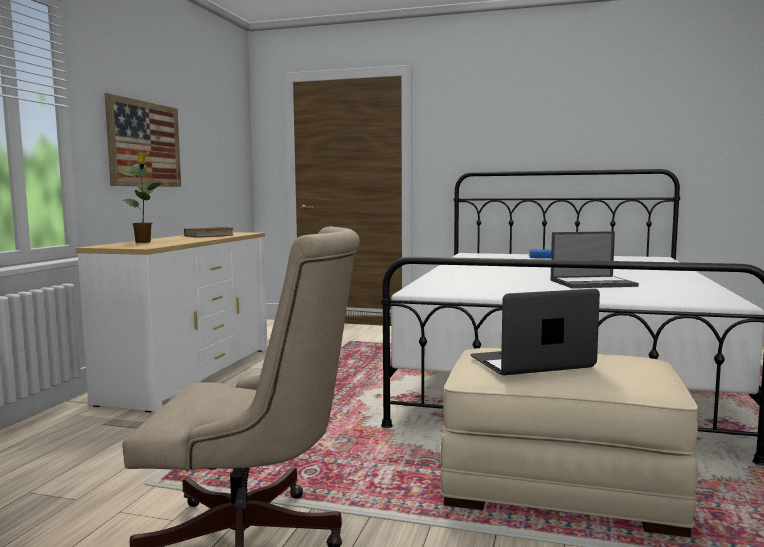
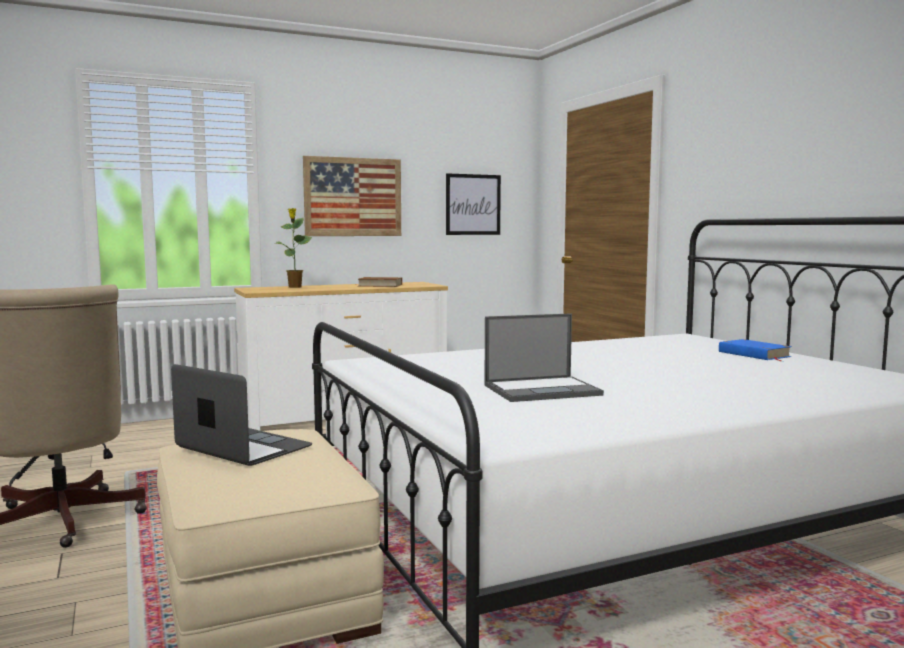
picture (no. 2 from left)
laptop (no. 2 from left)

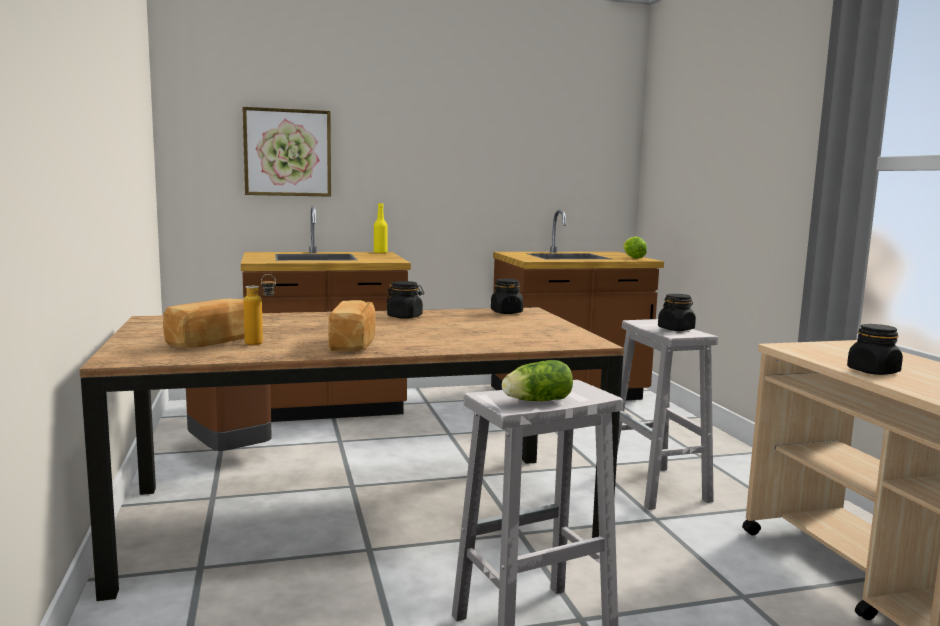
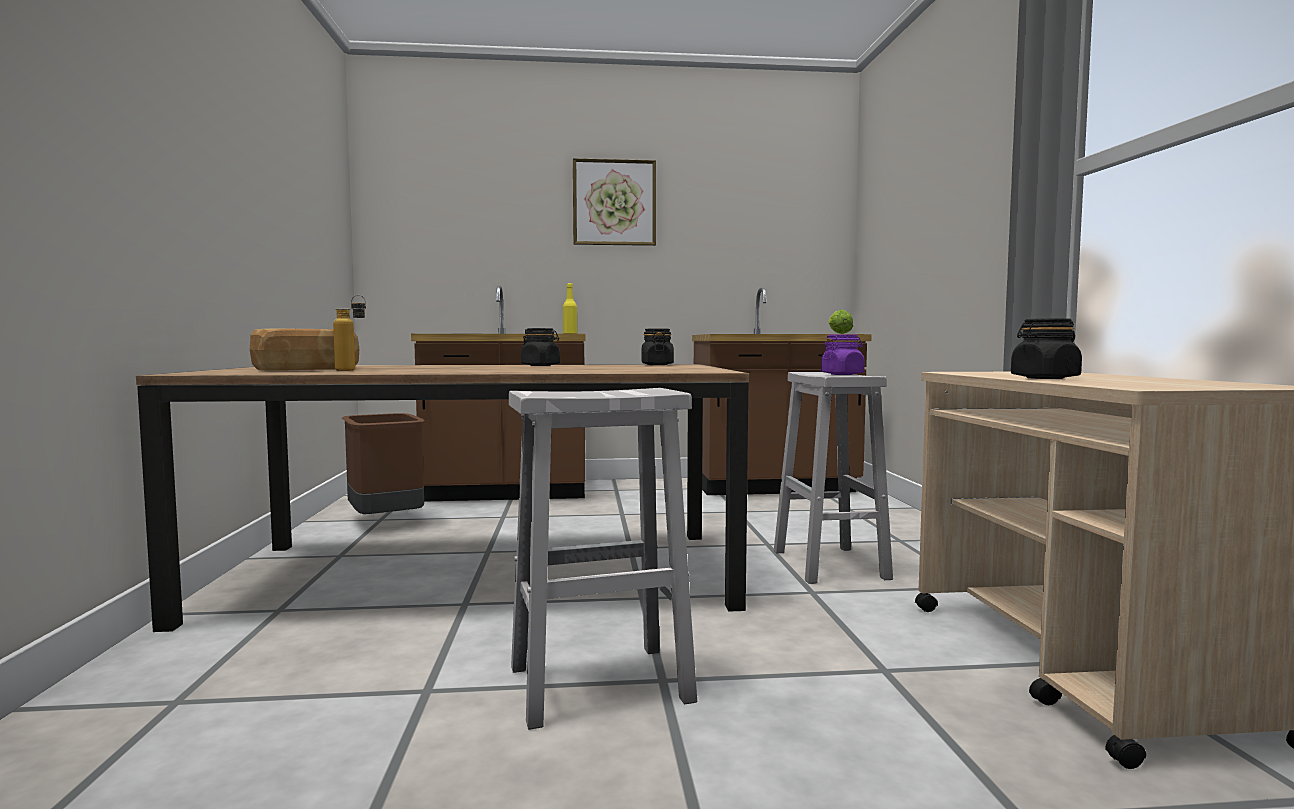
picture
storage jar (purplish)
baked bread (no. 2 from left in the first image)
lettuce head (no. 1 from left in the first image)

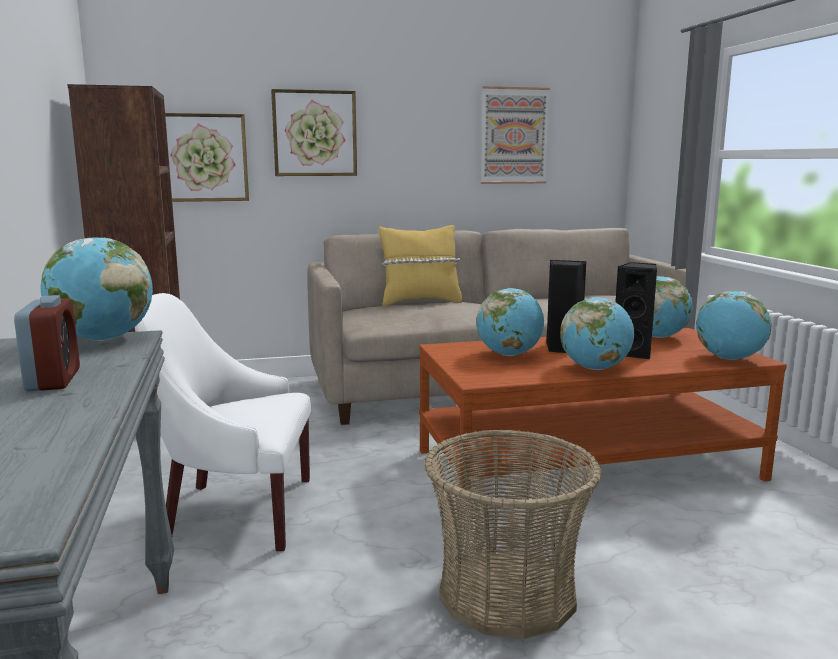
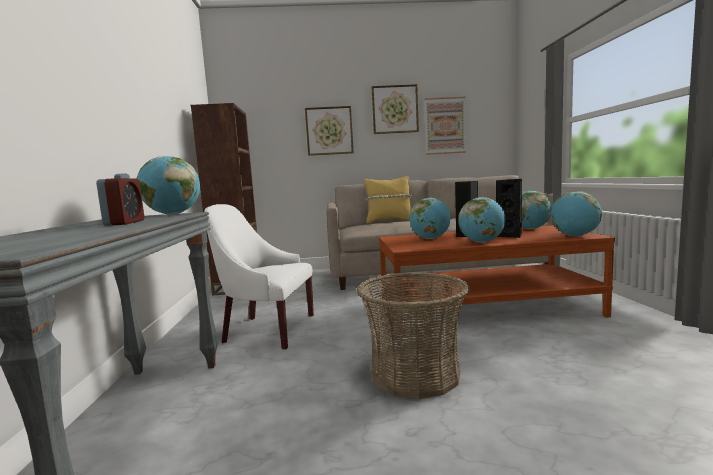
picture (no. 2 from left)

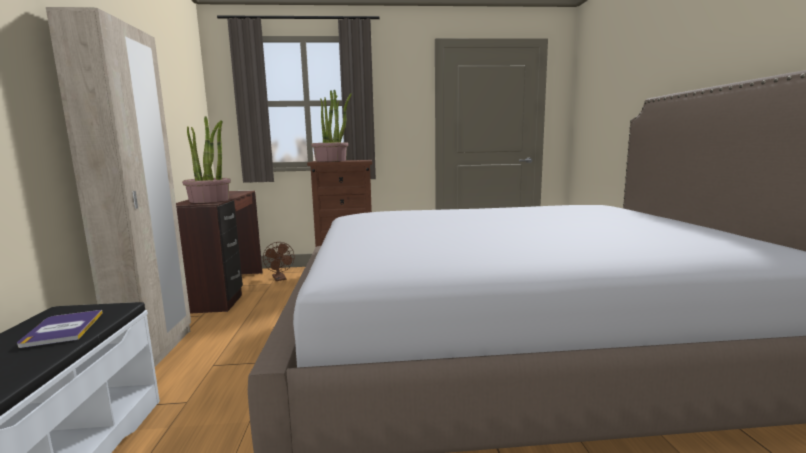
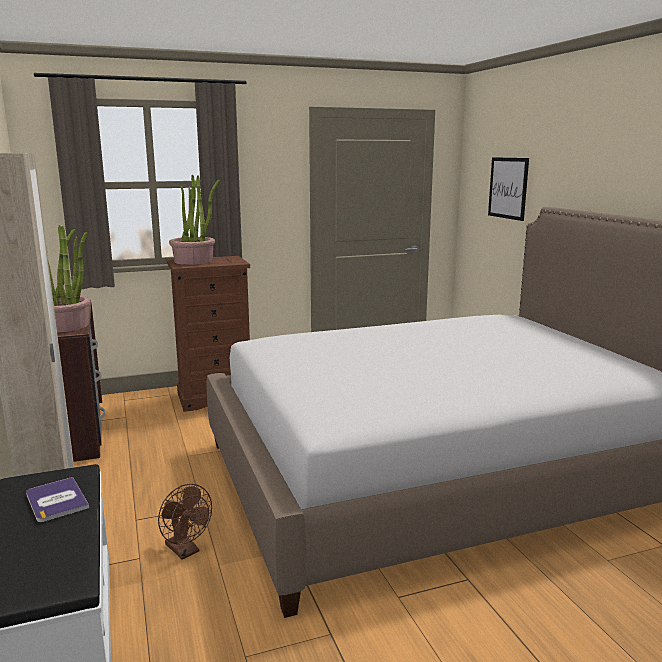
cooling fan (brown)
picture

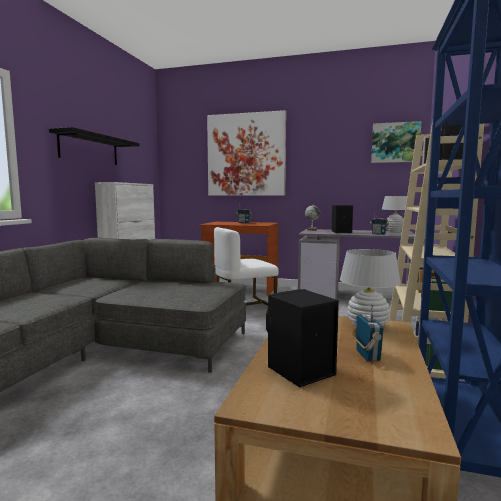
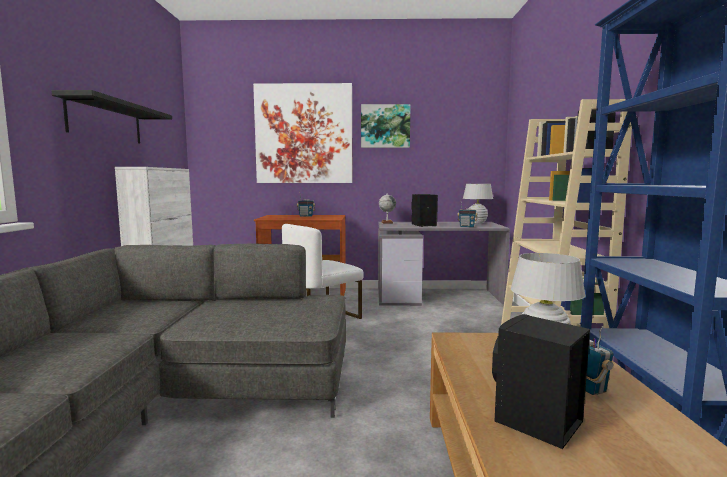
picture (no. 2 from left)

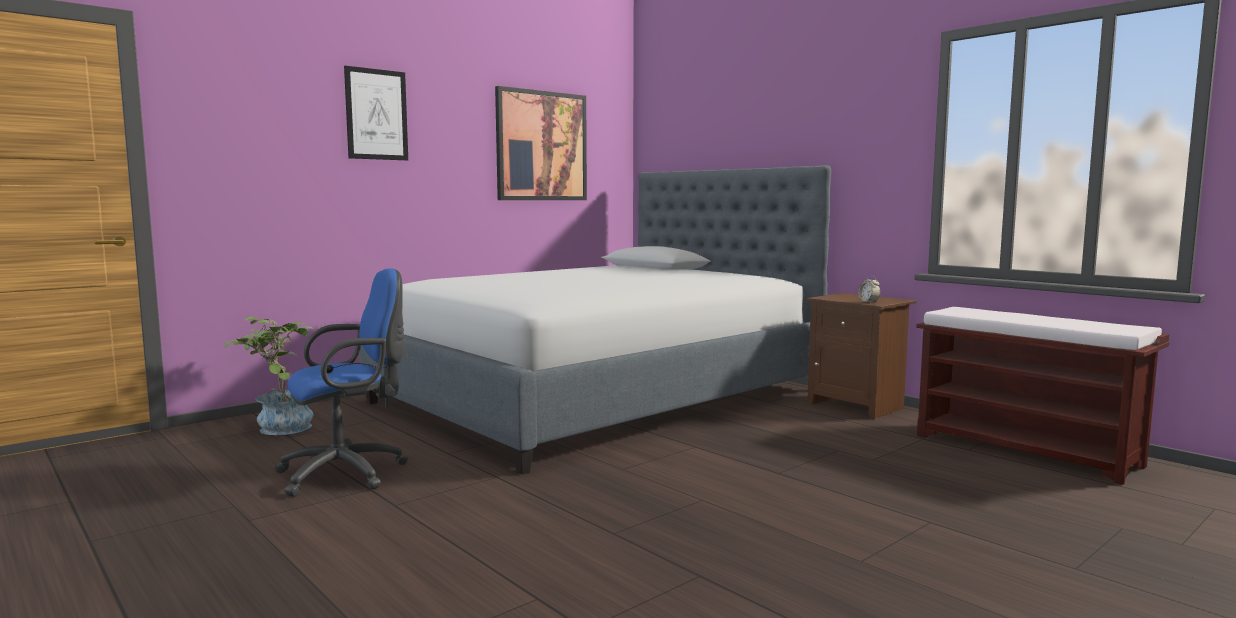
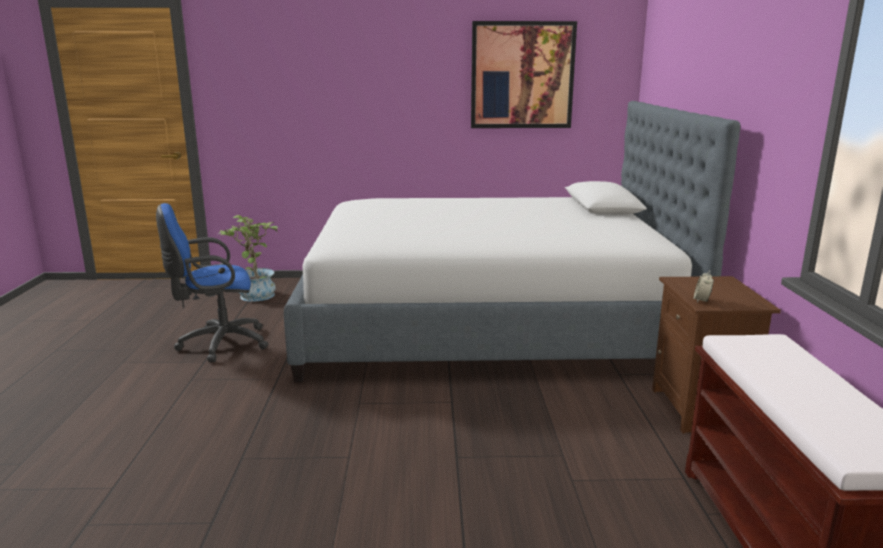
computer chair (bluish)
picture (no. 1 from left in the first image)

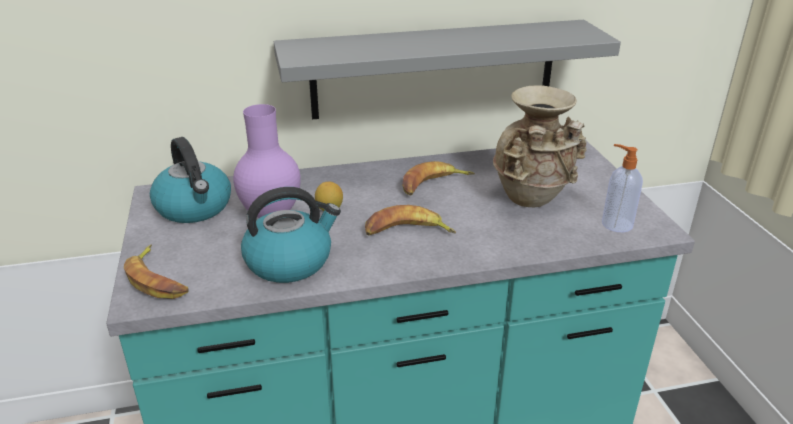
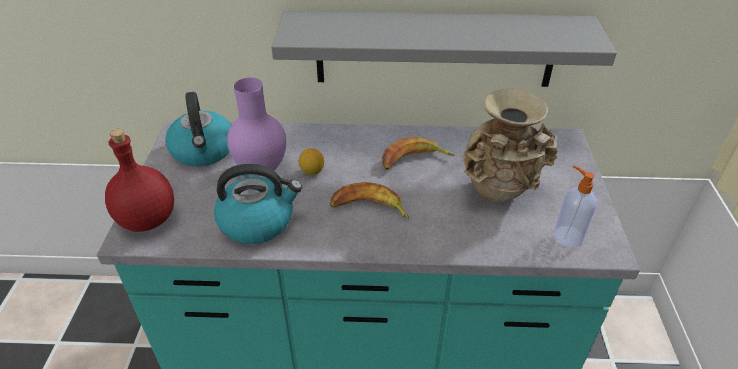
bottle (reddish)

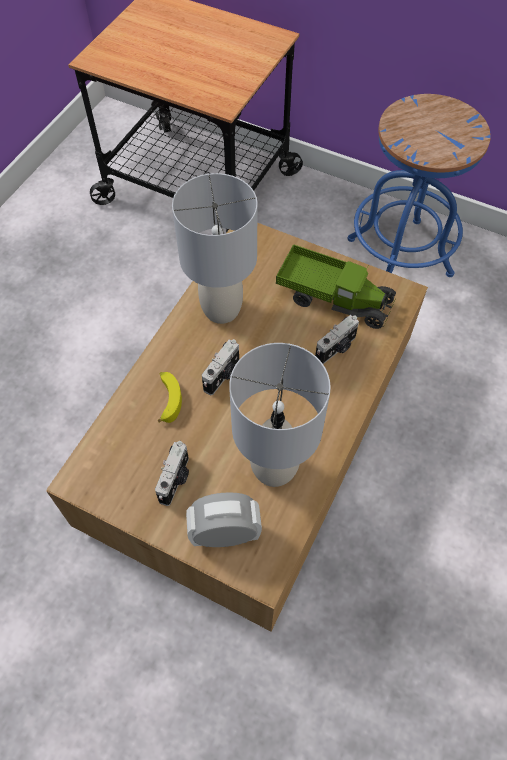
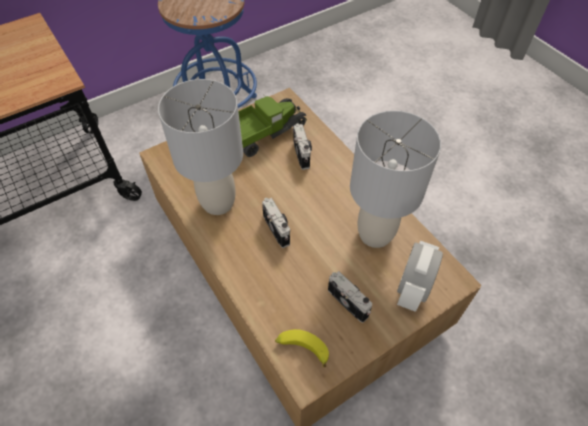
banana

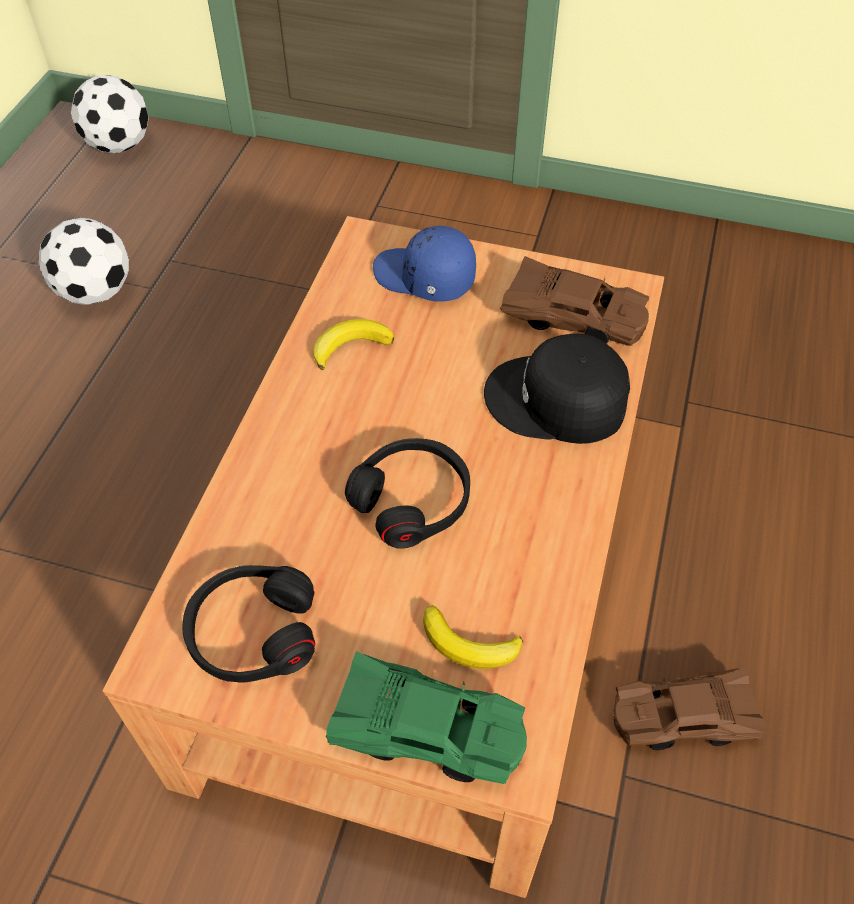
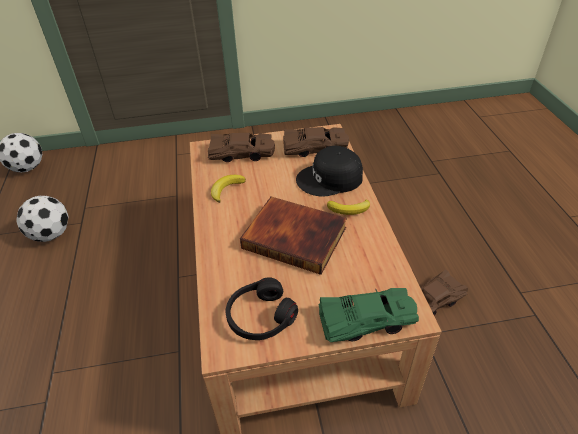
model car (brown) (no. 1 from left)
bound book
banana (no. 2 from left)

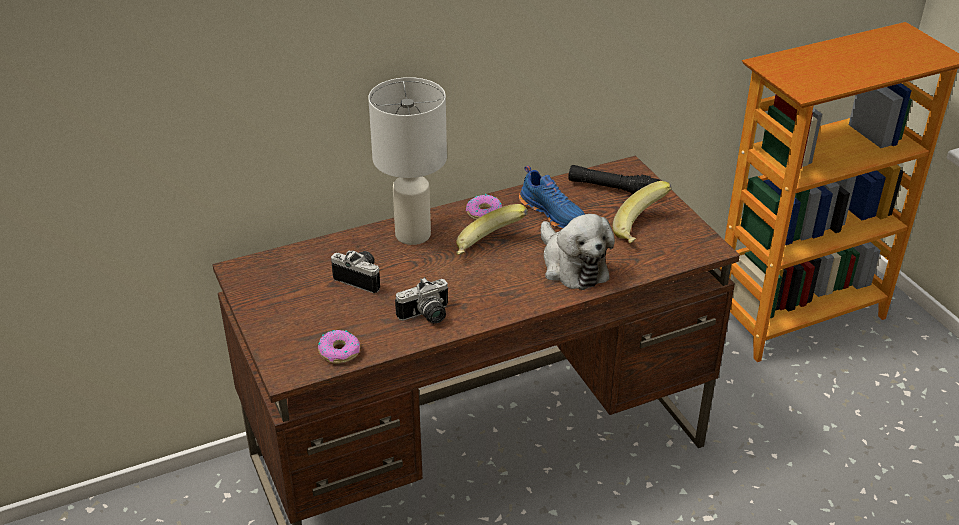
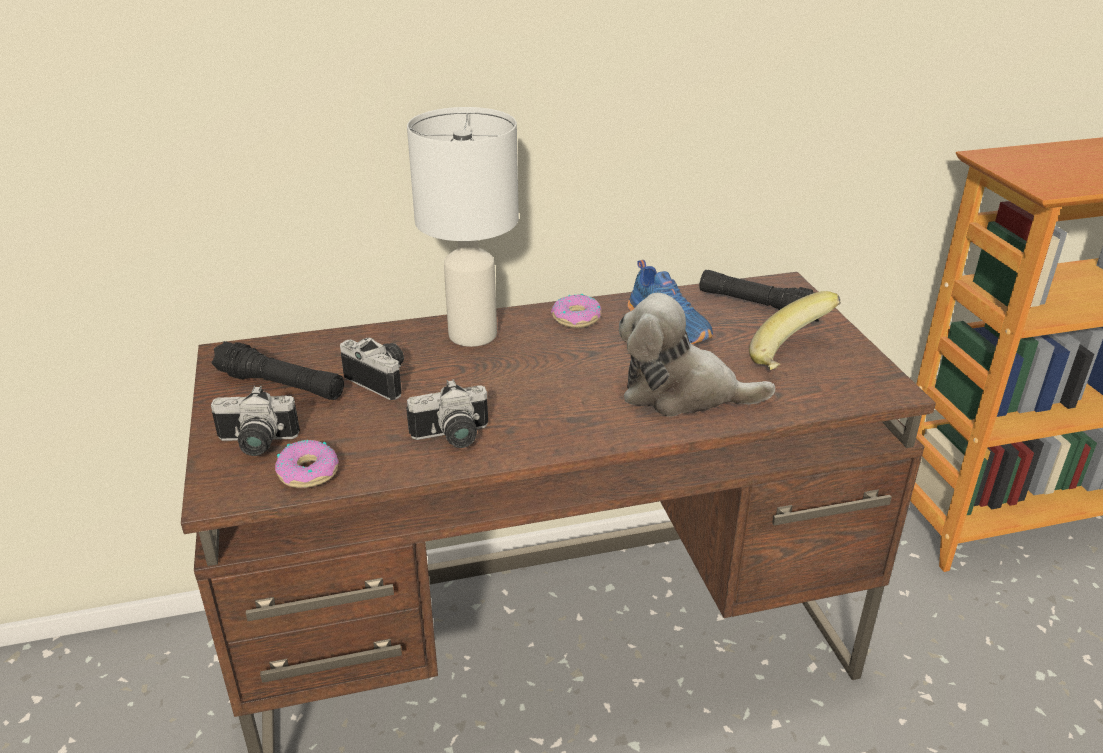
hand torch (black) (no. 1 from left)
photo camera (no. 1 from left)
cuddly toy
banana (no. 1 from left in the first image)

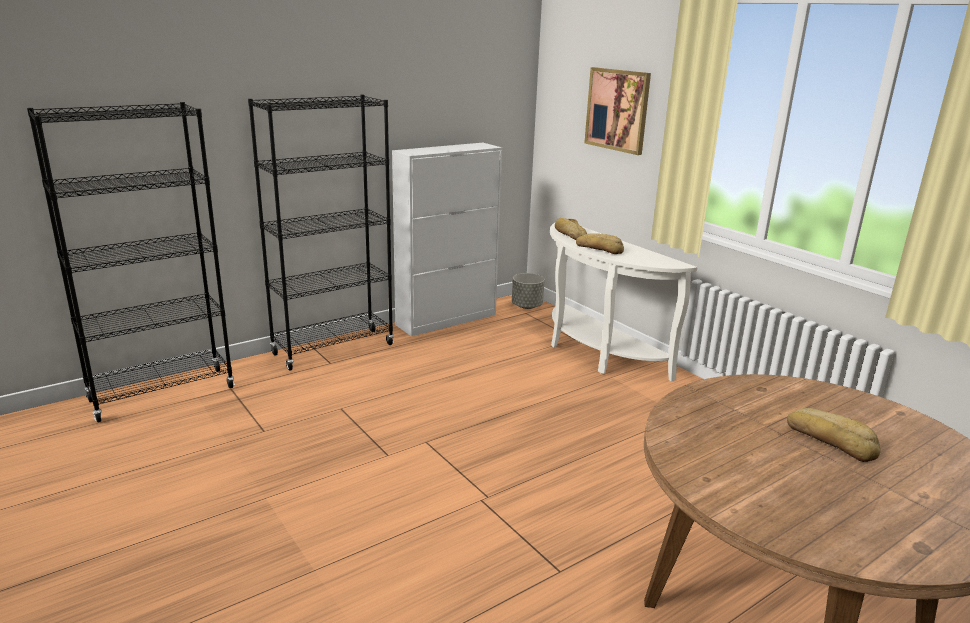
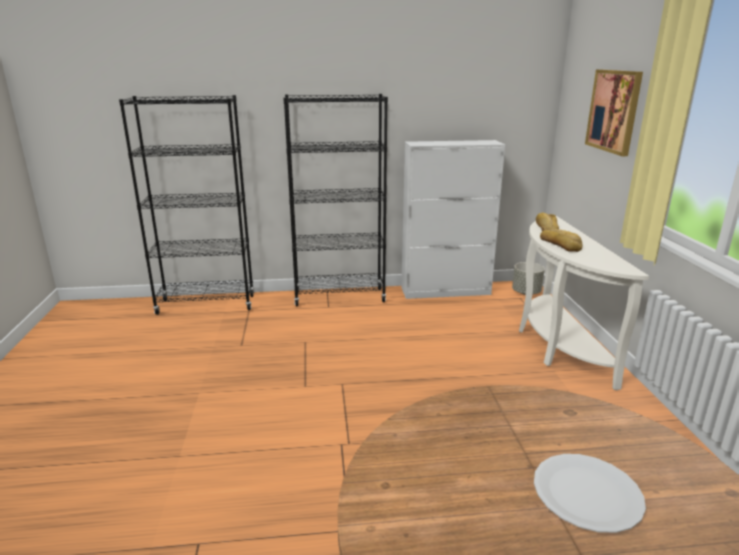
flat dish (whitish)

